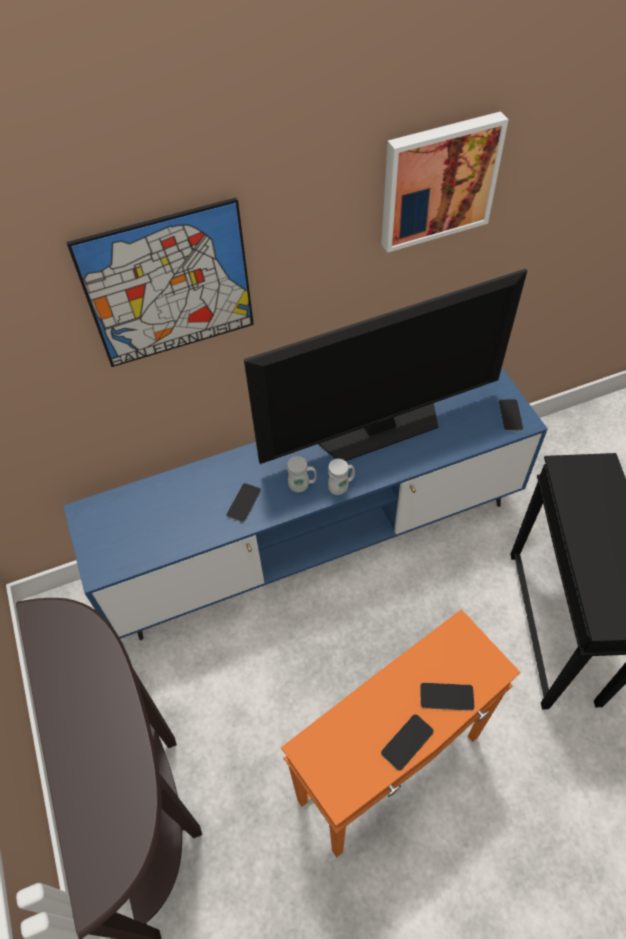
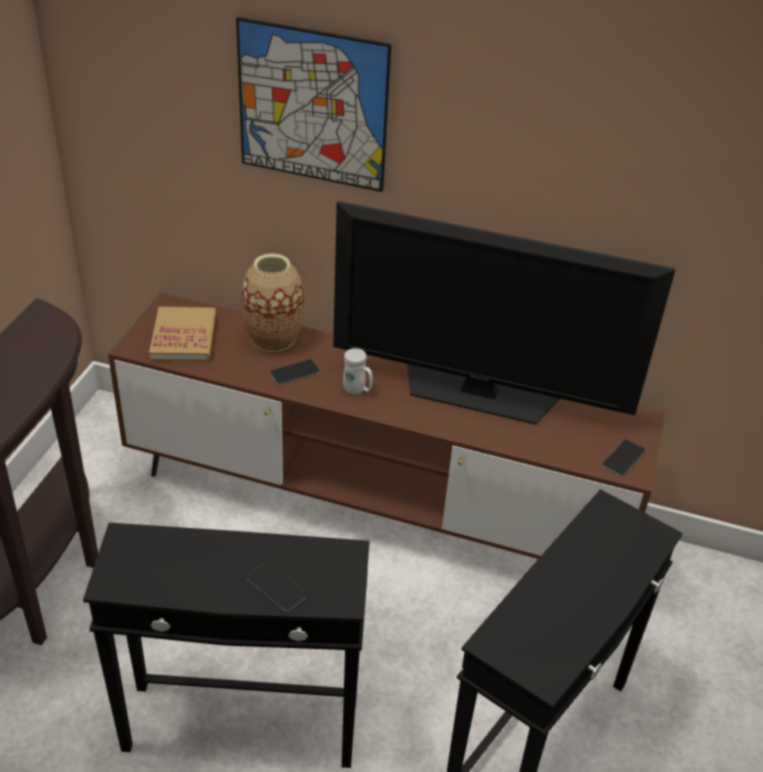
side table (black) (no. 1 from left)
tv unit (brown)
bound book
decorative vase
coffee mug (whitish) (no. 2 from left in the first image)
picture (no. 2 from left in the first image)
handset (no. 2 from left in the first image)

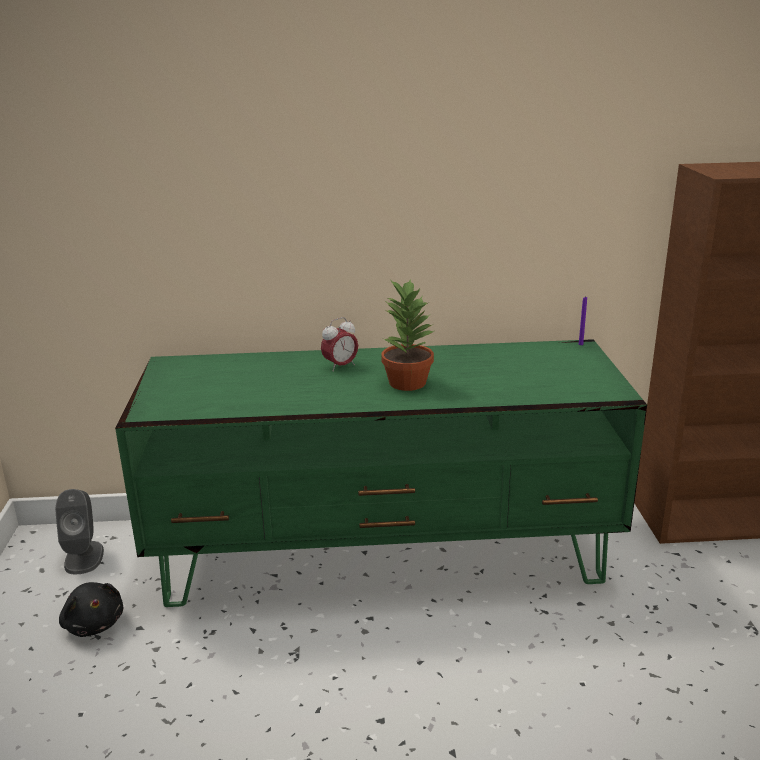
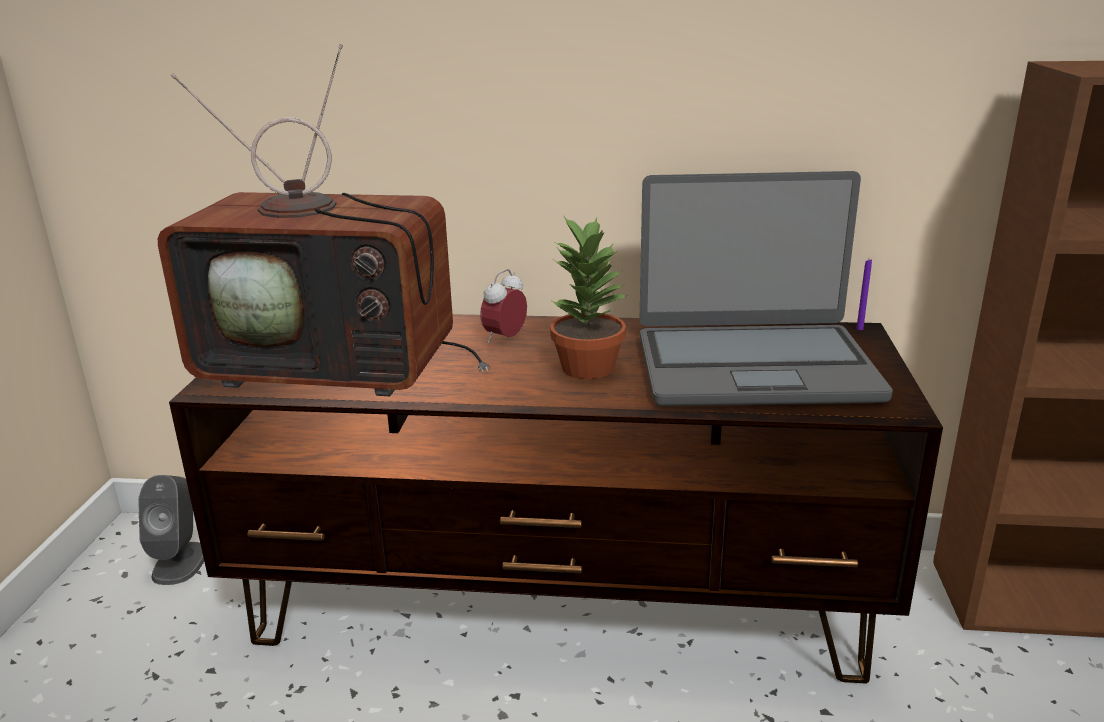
television
tv unit (brown)
table clock
laptop
cuddly toy (black)

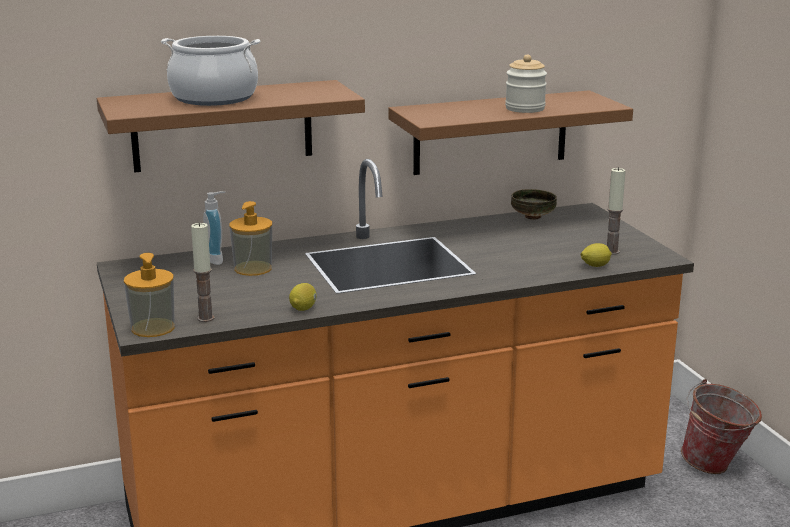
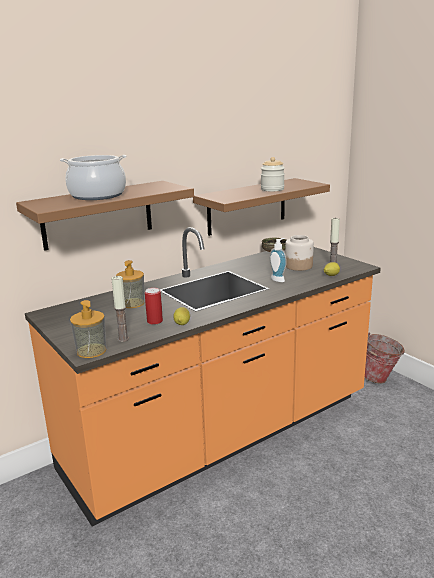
metal can
soap bottle (no. 3 from left)
storage jar (no. 2 from left)

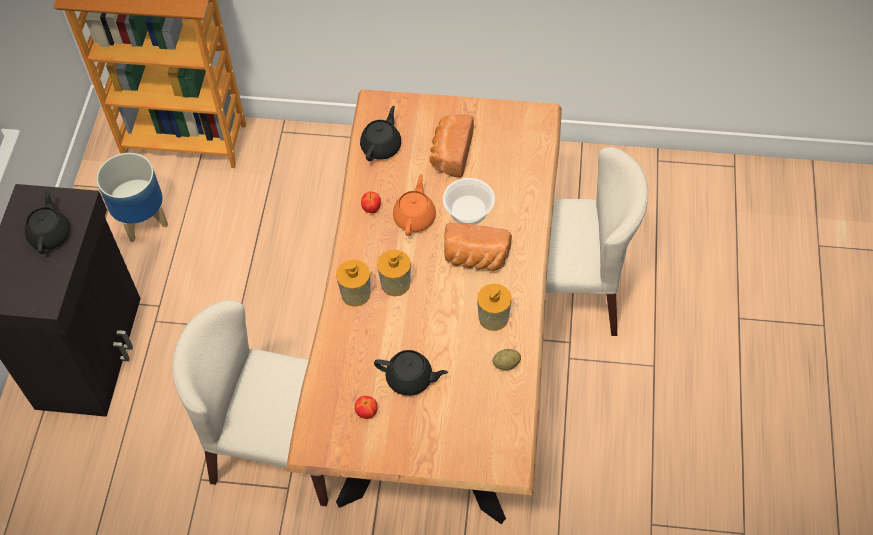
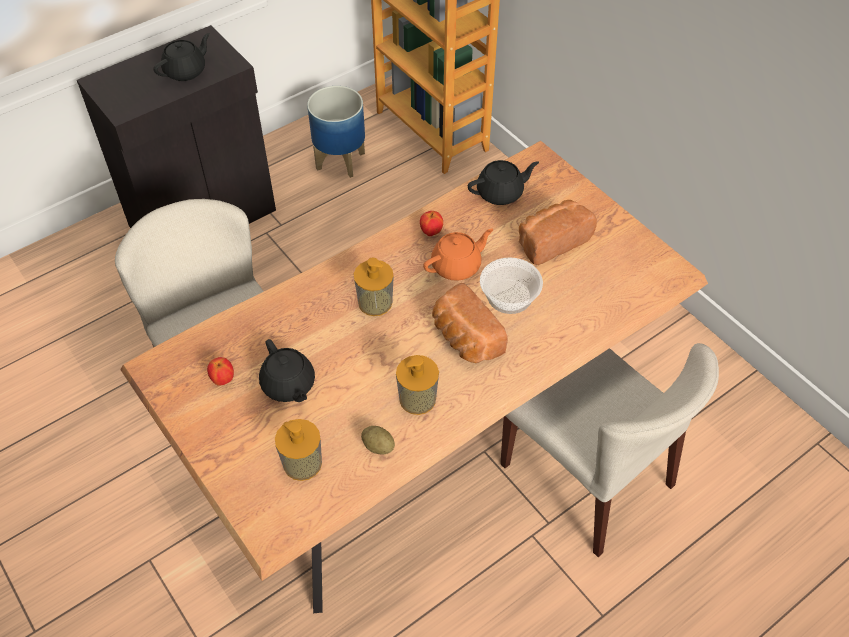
soap bottle (no. 1 from left)

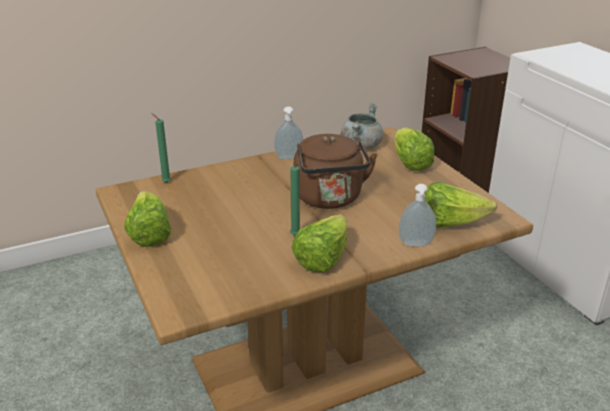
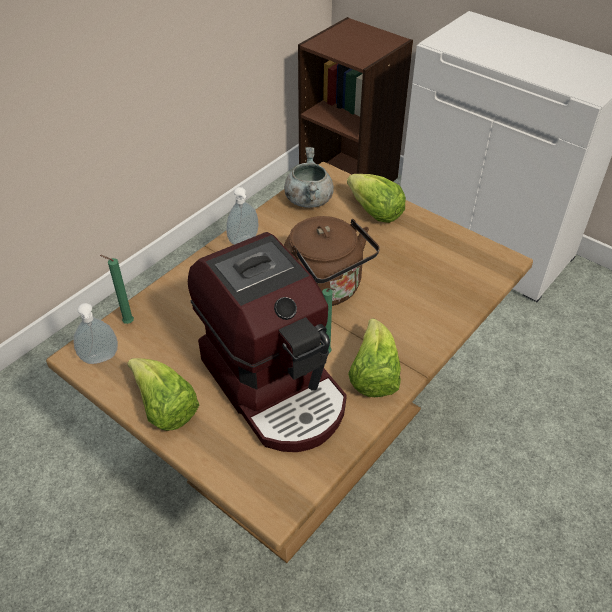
soap bottle (no. 1 from left)
coffee maker
lettuce head (no. 4 from left in the first image)

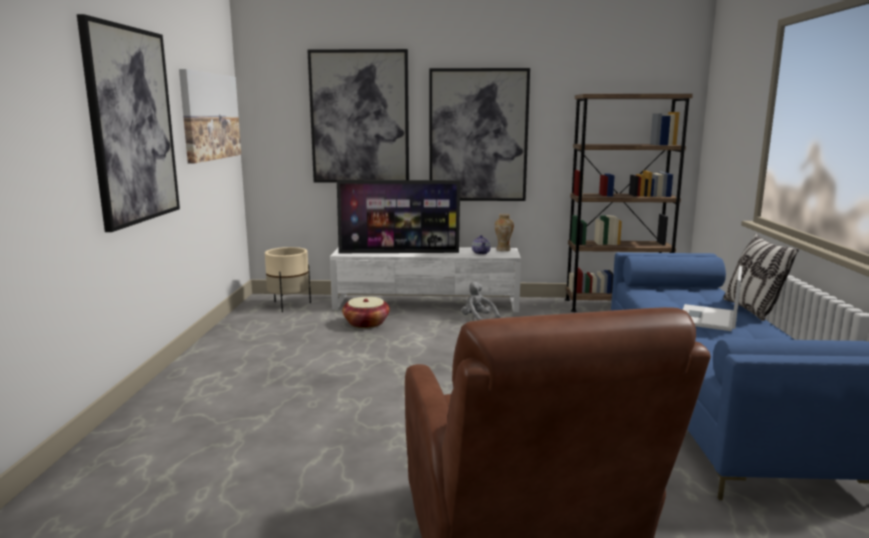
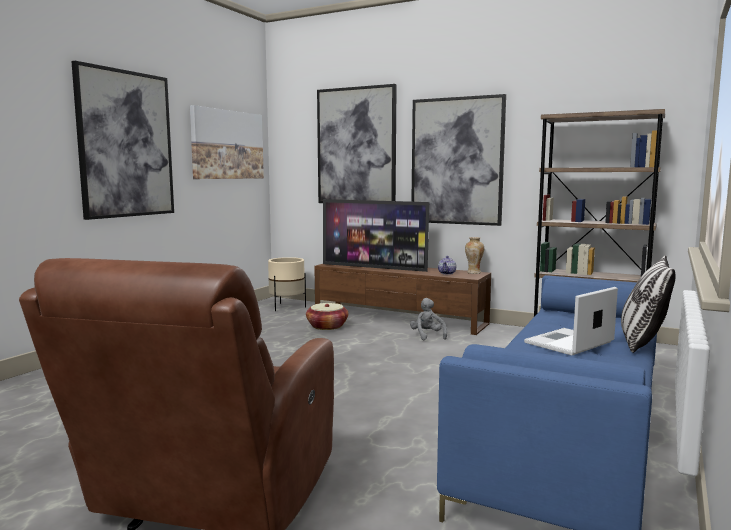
tv unit (brown)

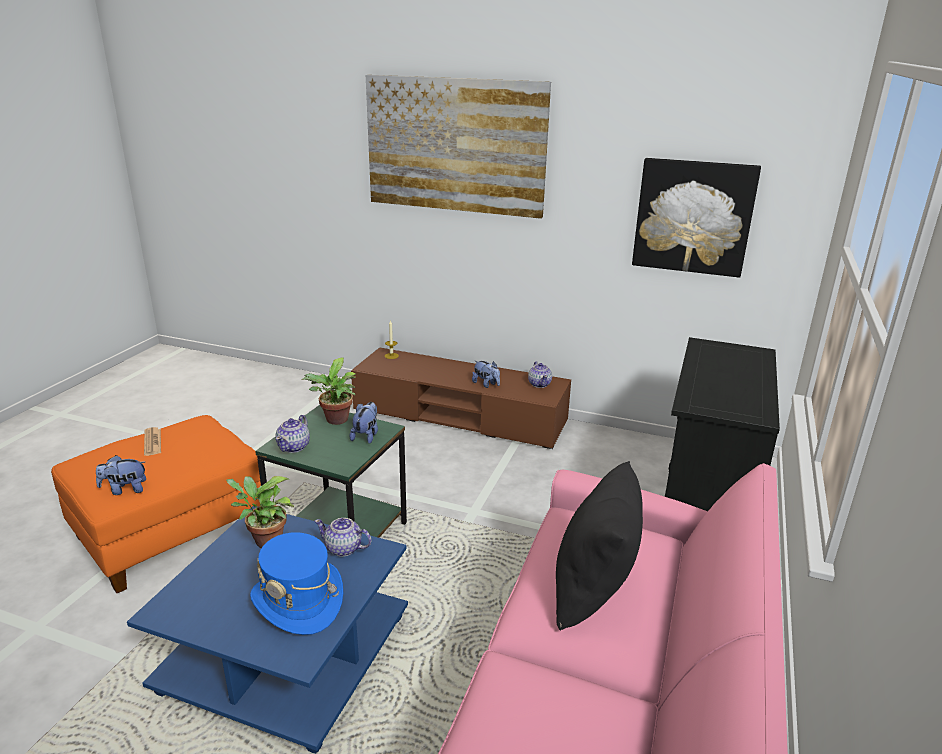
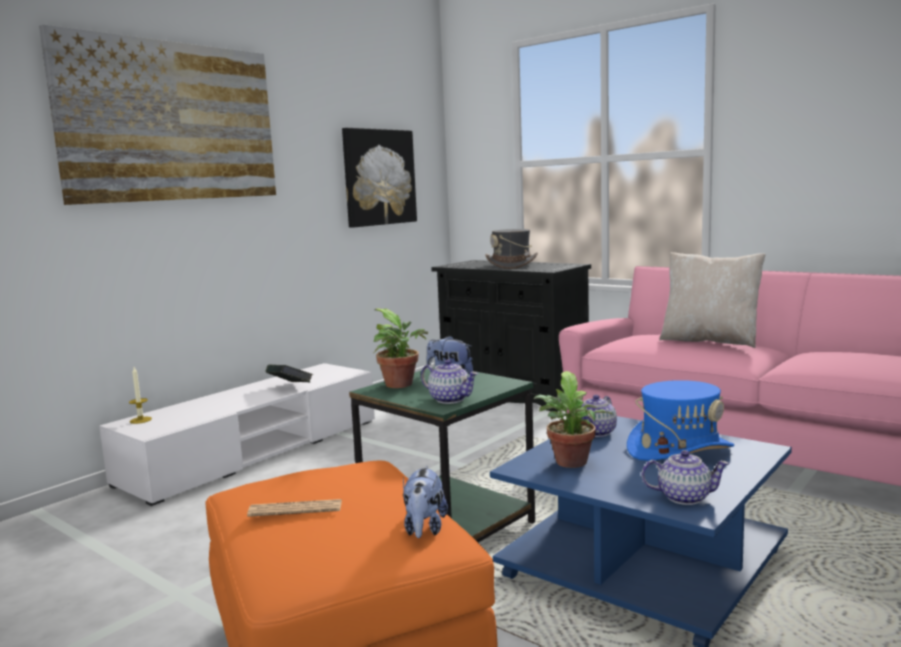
tv unit (whitish)
bound book
clothing hat (gray)
tea pot (no. 3 from left)
throw pillow (beige)

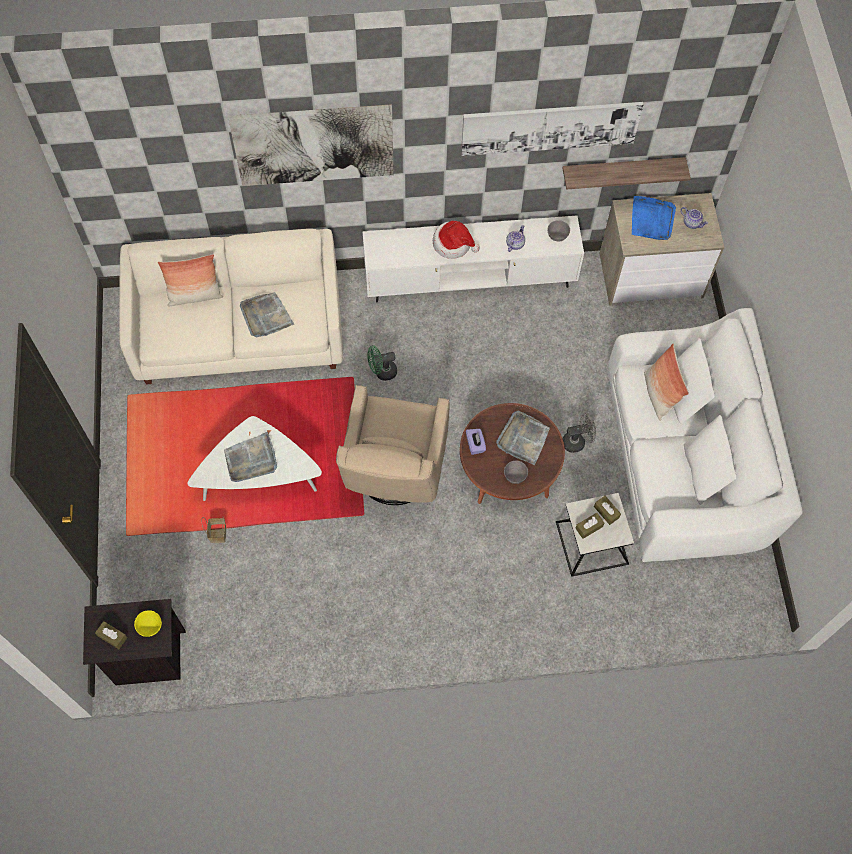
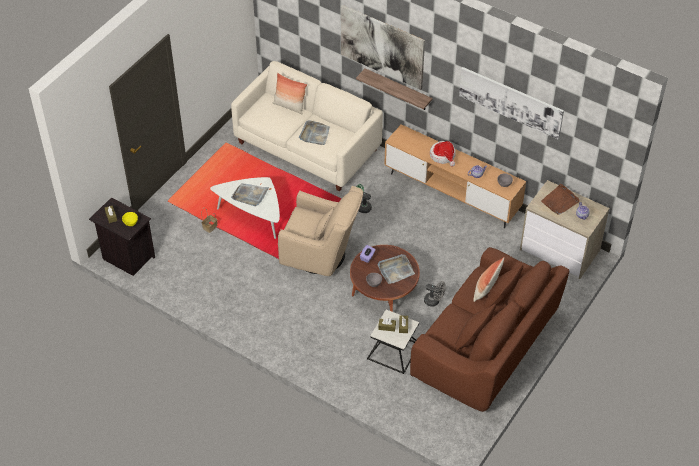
armchair (beige)
shelf
tv unit (brown)
couch (brown)
carrying tray (brown)

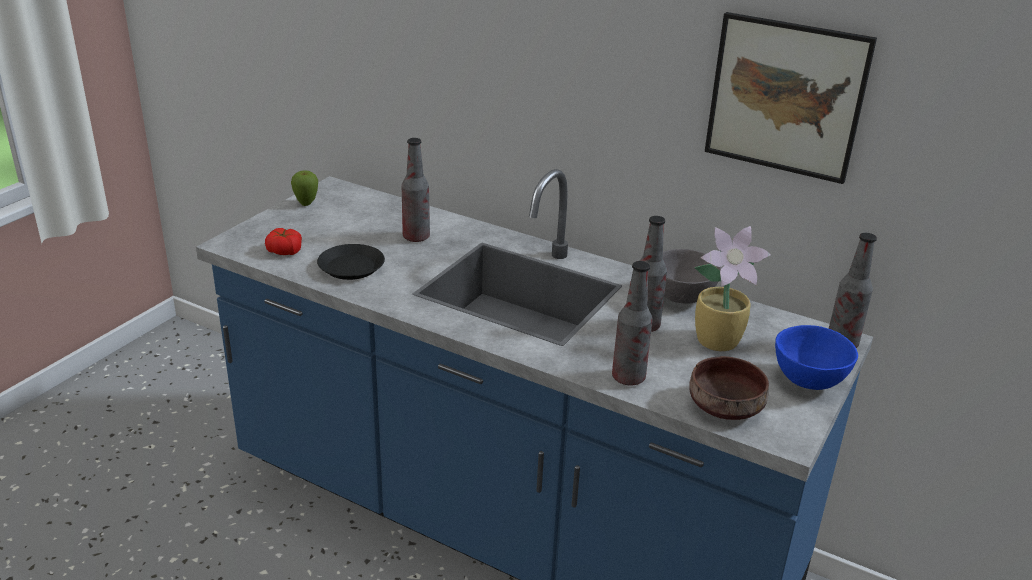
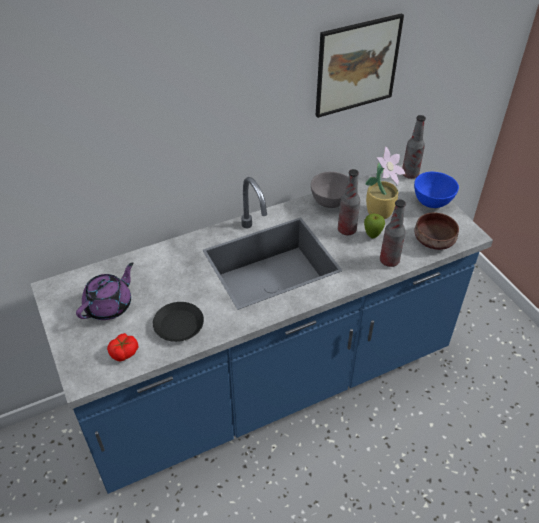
tea pot (purplish)
whole apple
bottle (no. 1 from left in the first image)

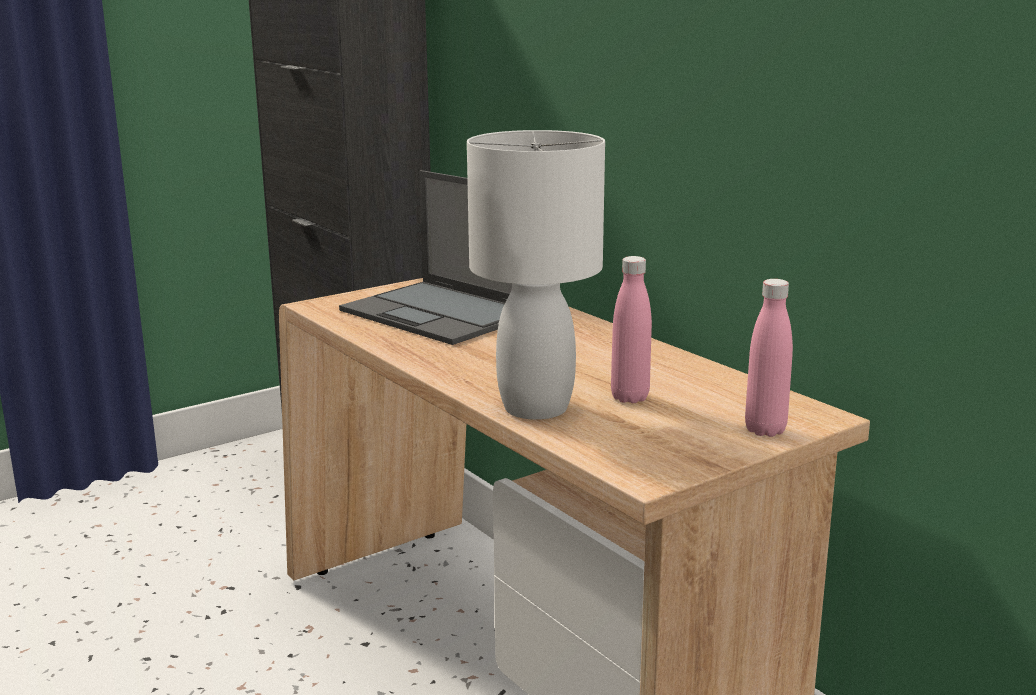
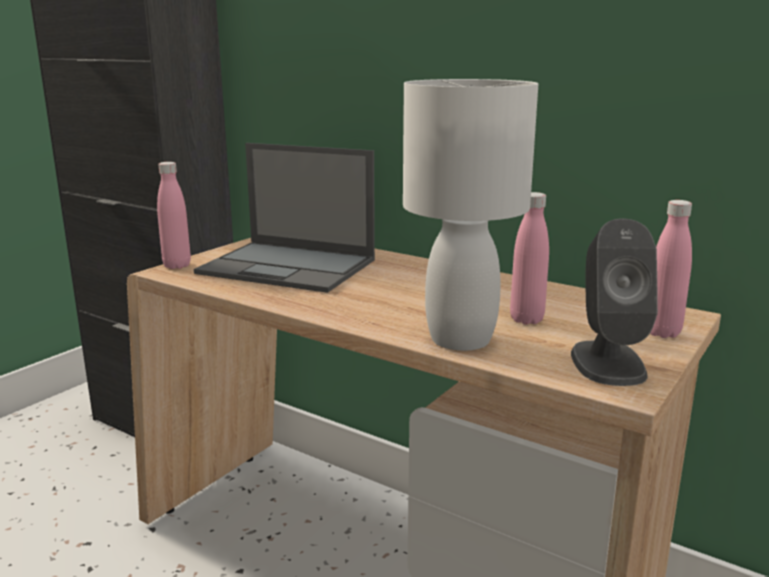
bottle (pink-coloured) (no. 1 from left)
audio speaker (gray)

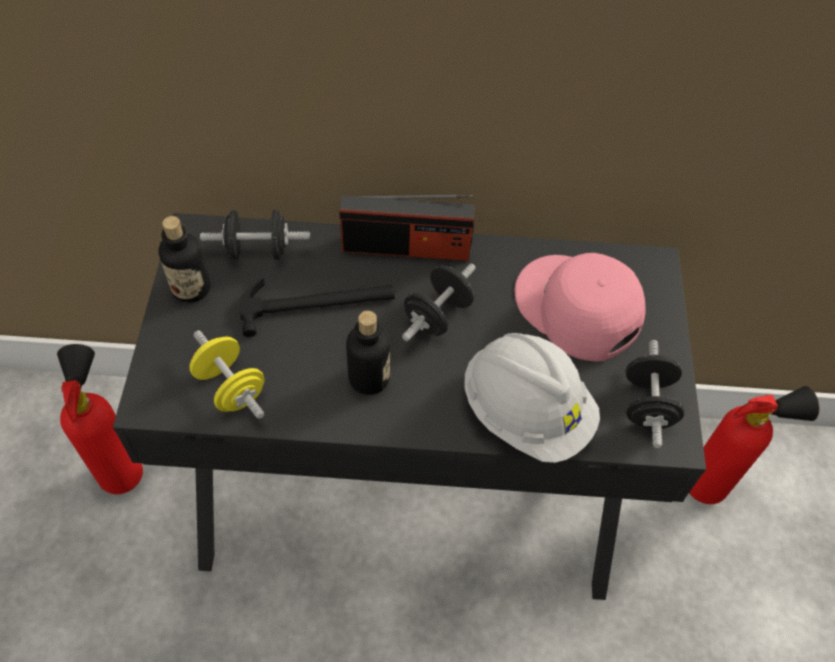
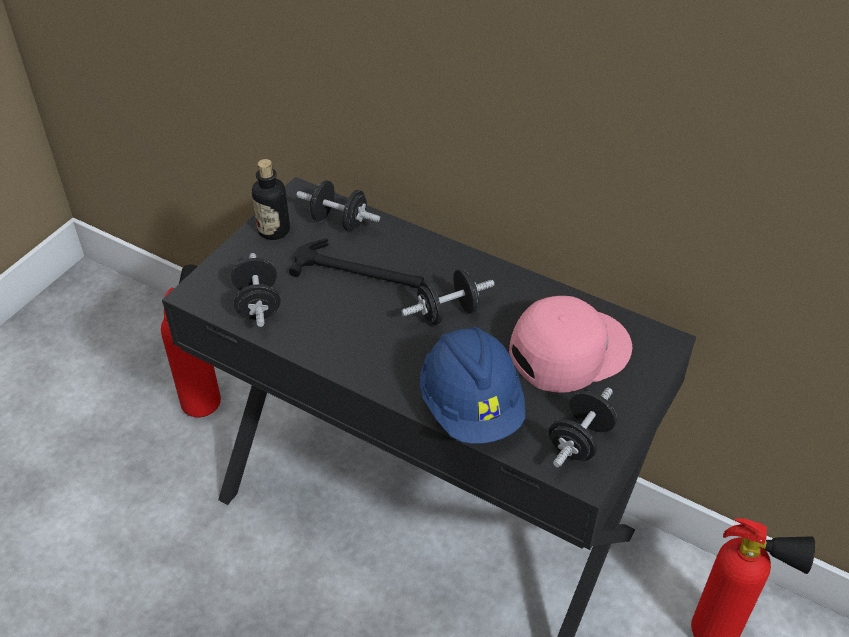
dumbbell (black) (no. 1 from left)
hard hat (bluish)
cap (pink-coloured)
radio set
bottle (no. 2 from left in the first image)

